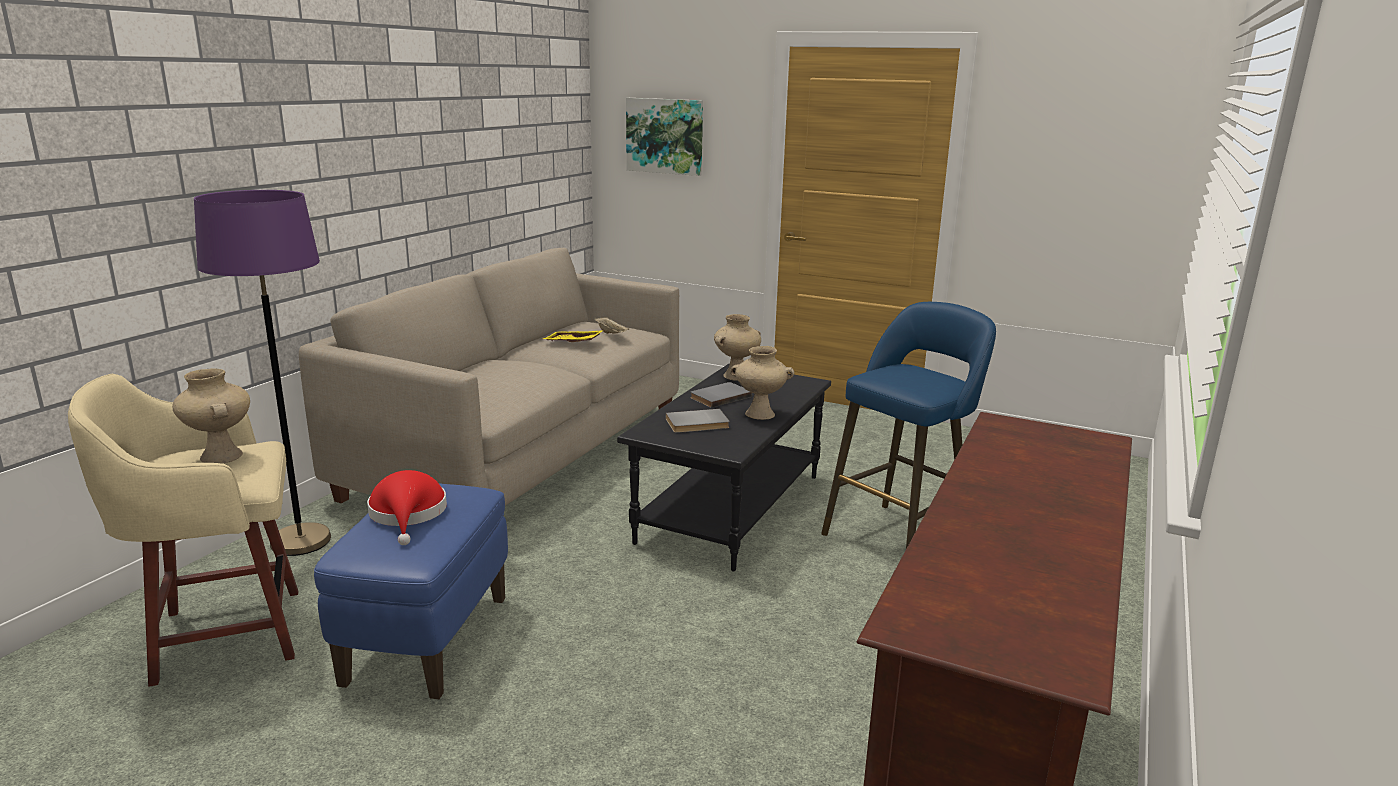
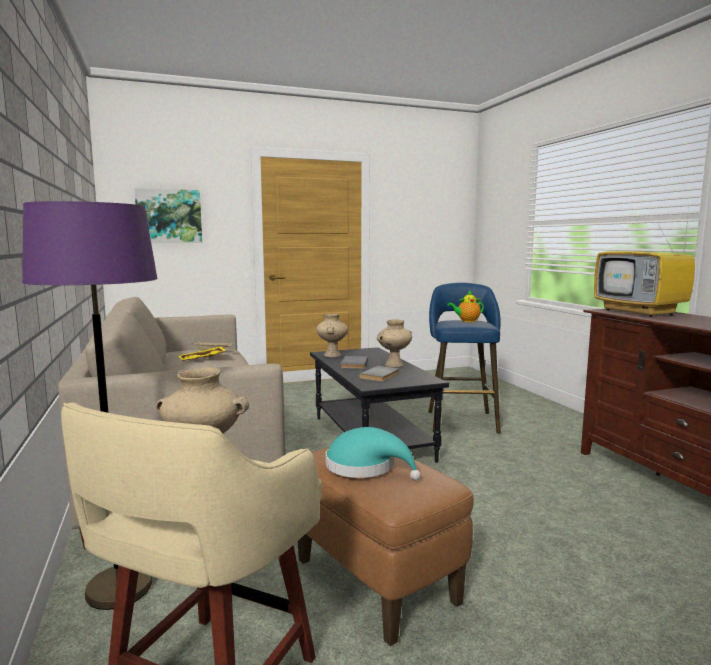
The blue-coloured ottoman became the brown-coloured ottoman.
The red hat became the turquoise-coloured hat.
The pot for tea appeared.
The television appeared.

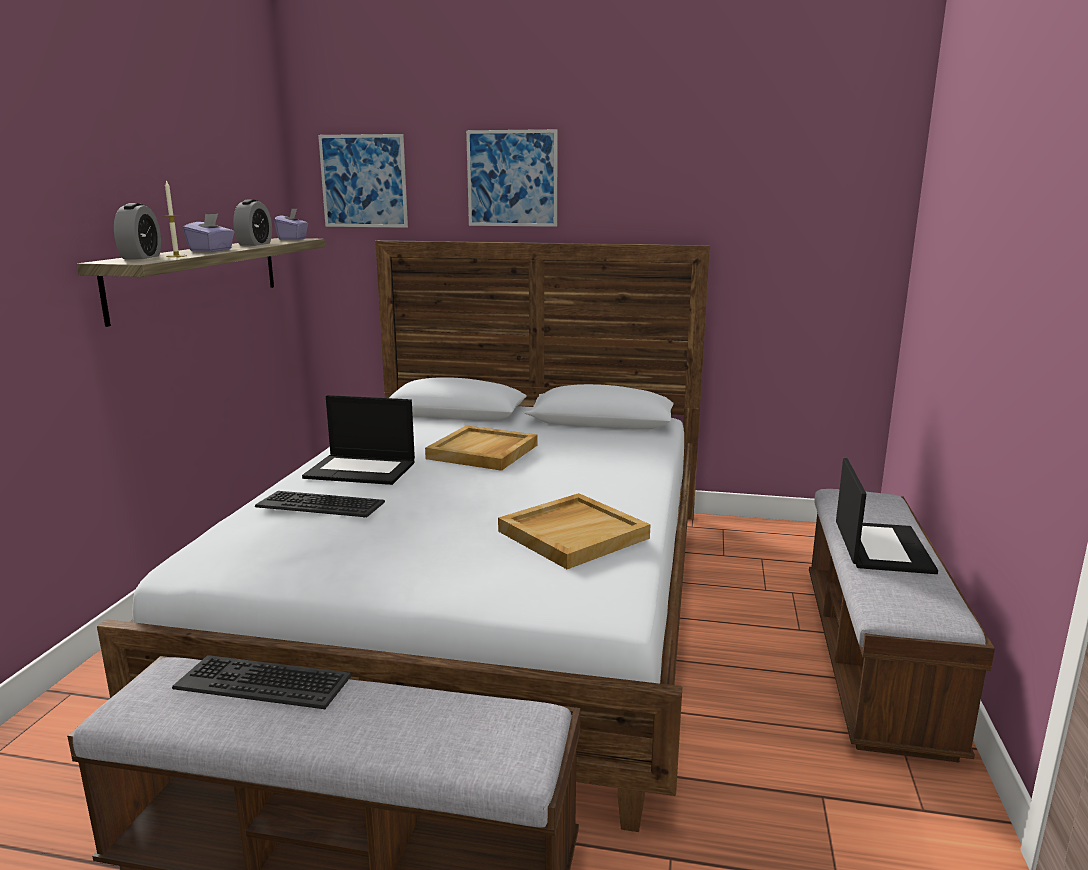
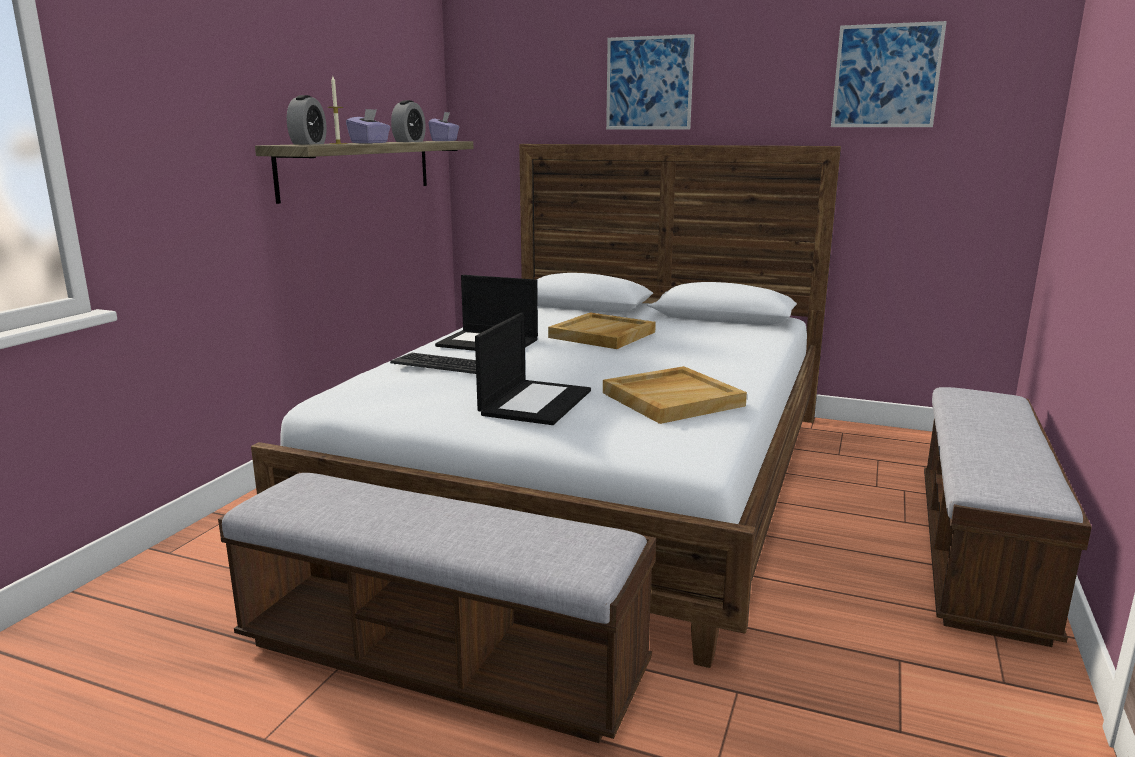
The notebook computer (2nd from left) moved.
The wall art (1st from left in the first image) moved.
The PC keyboard (1st from left) disappeared.

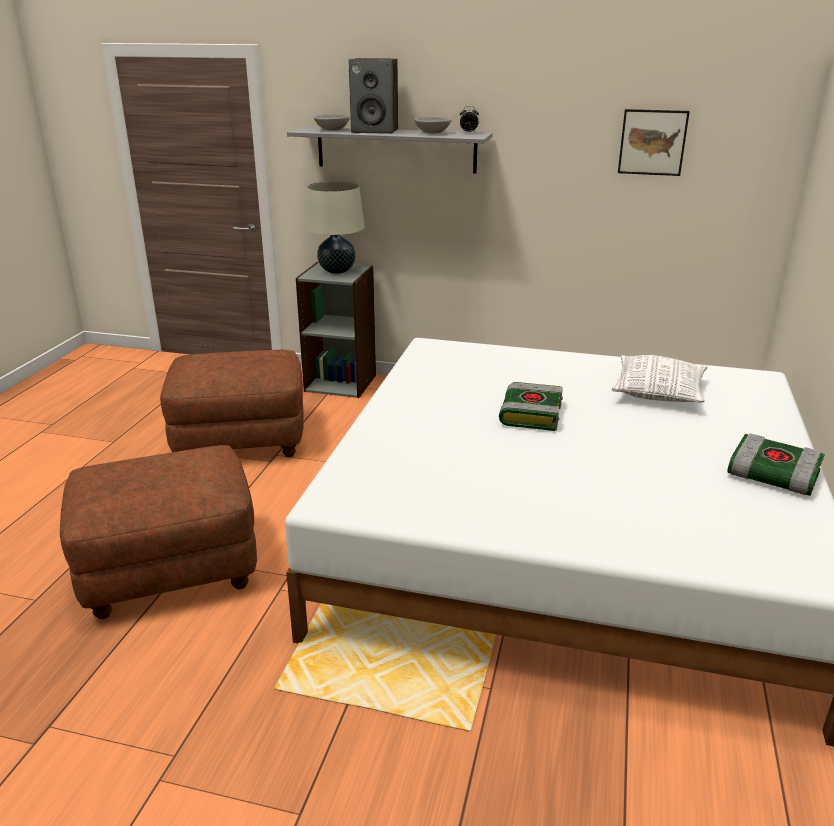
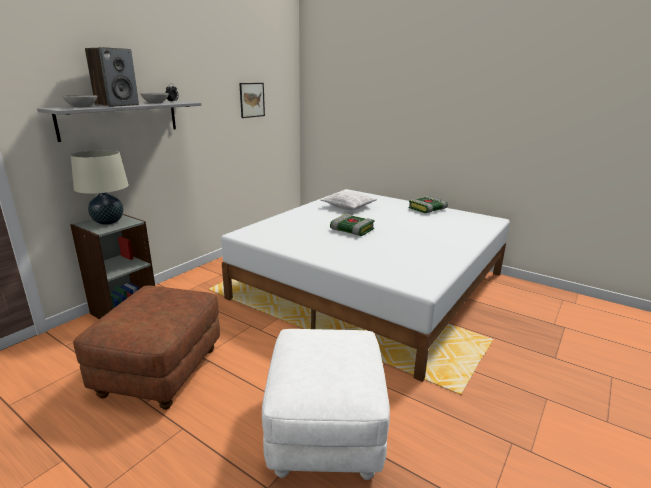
The brown-coloured ottoman (1st from left) became the white-coloured ottoman.

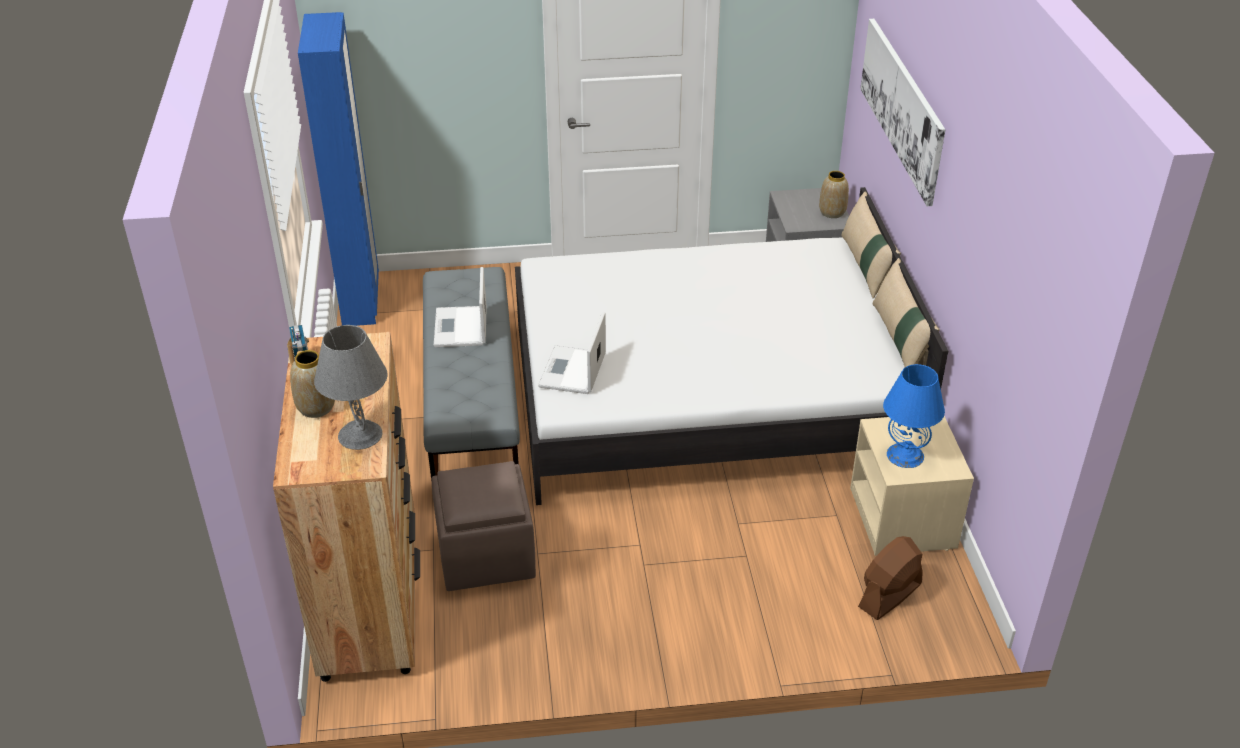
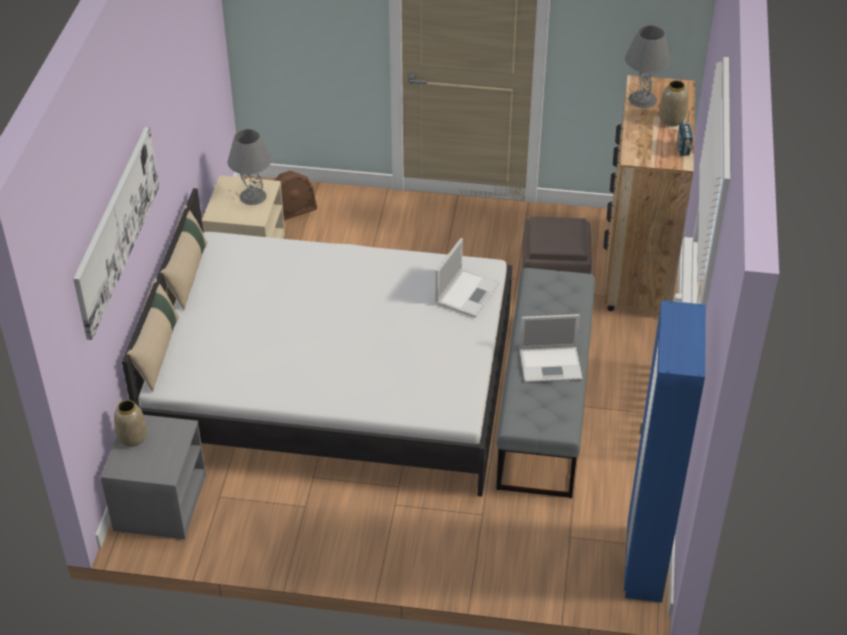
The blue-coloured tabletop lamp became the greyish tabletop lamp (1st from left).
The notebook computer (1st from left in the first image) turned 75 degrees clockwise.

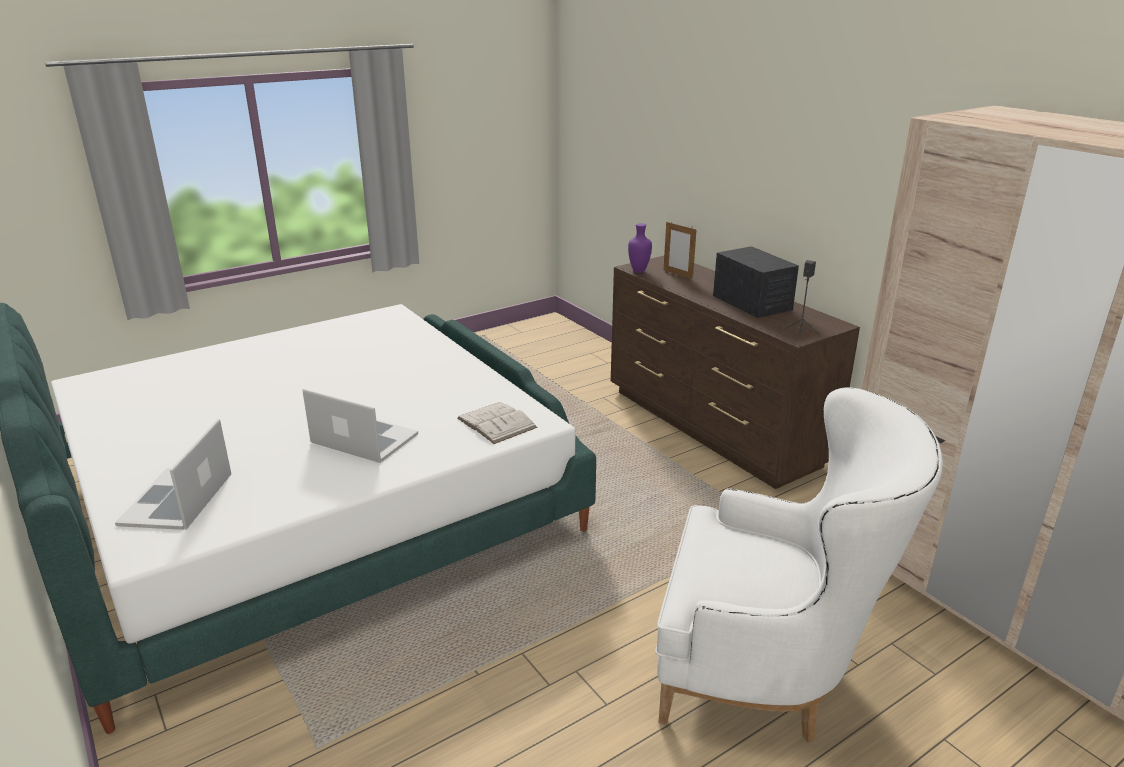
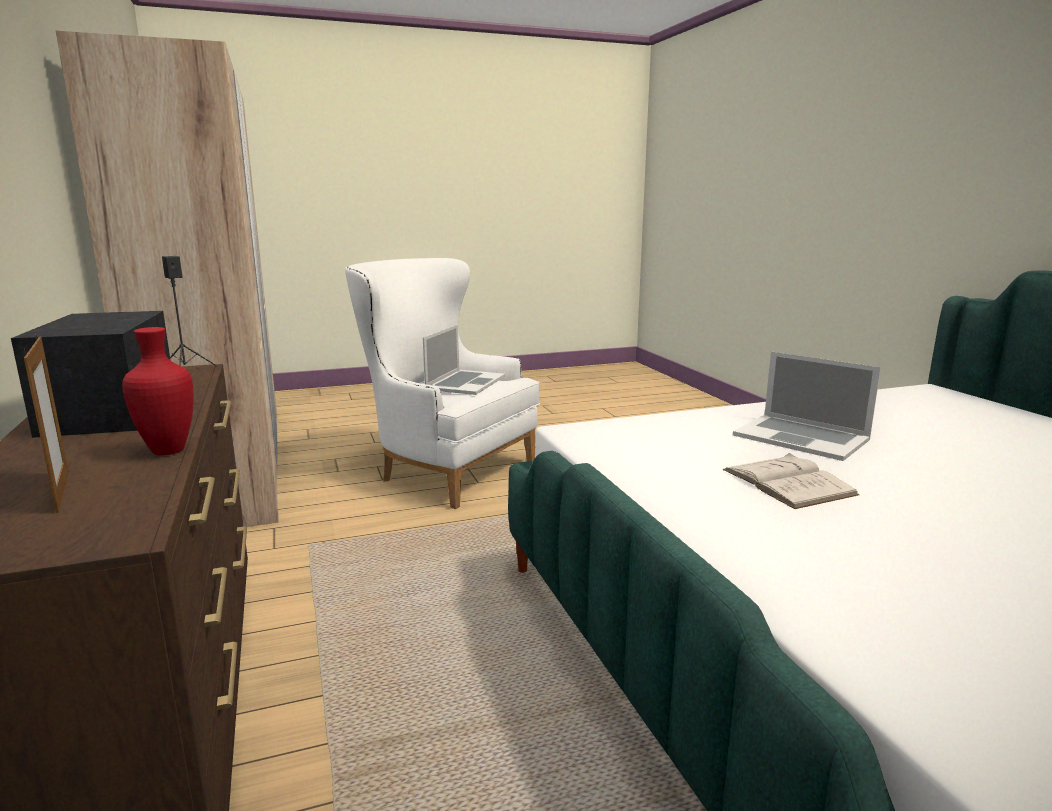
The red flower vase appeared.
The notebook computer (1st from left) moved.
The white-coloured book moved.
The purple-coloured flower vase disappeared.

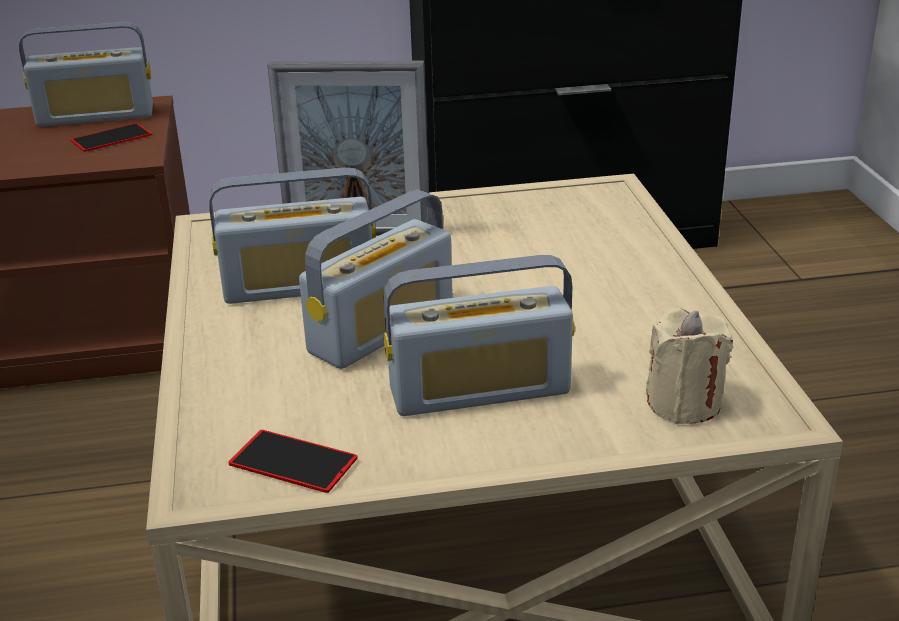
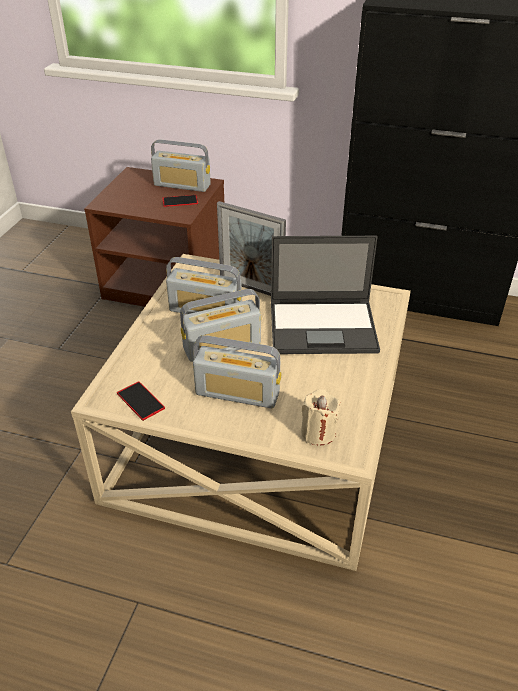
The notebook computer appeared.

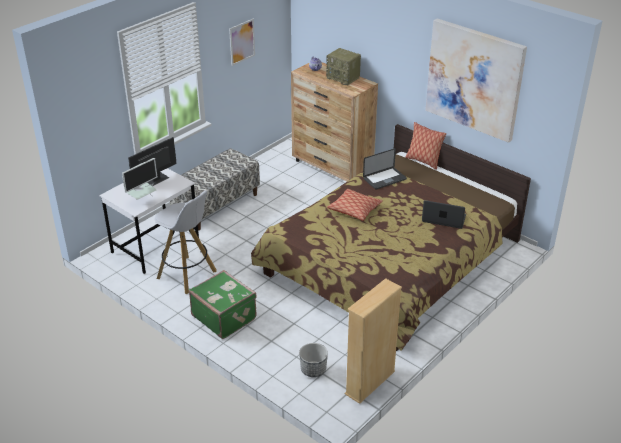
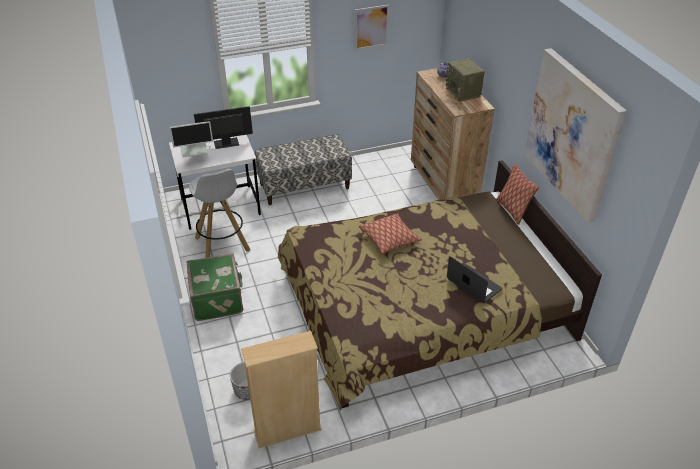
The notebook computer (1st from left) disappeared.

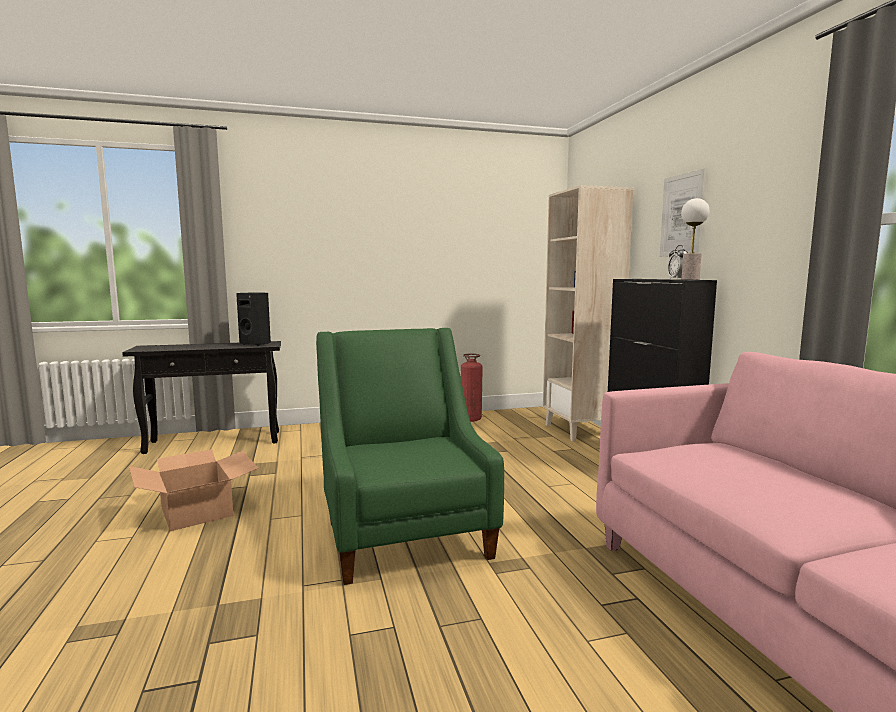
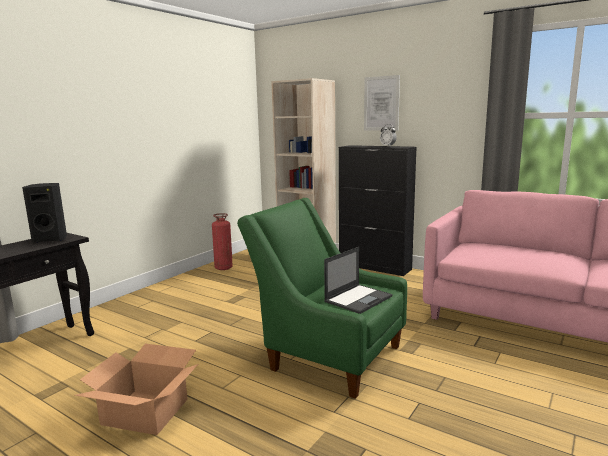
The notebook computer appeared.
The tabletop lamp disappeared.

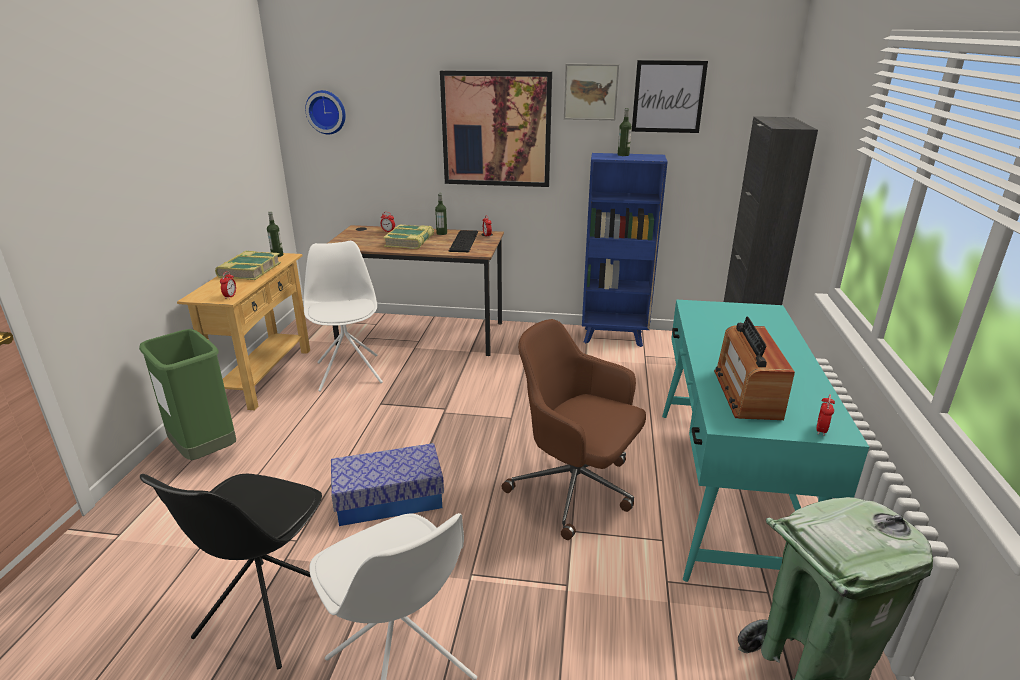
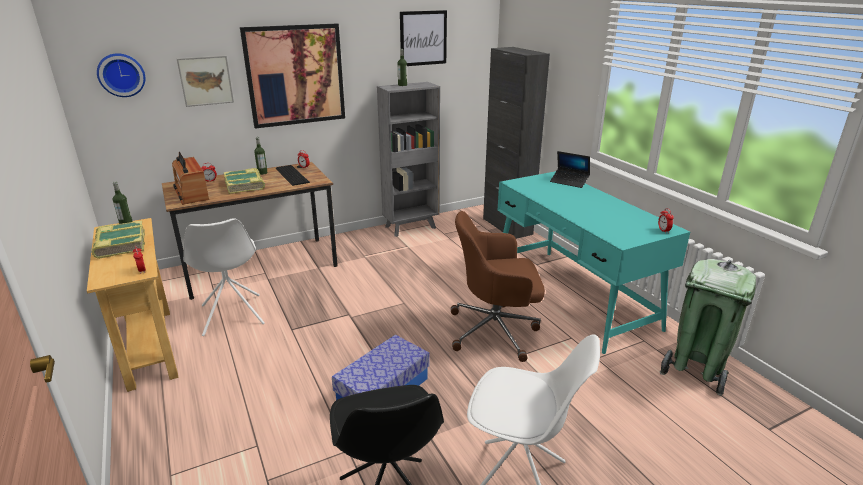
The radio receiver moved.
The wall art (2nd from left in the first image) moved.
The white-coloured chair (1st from left) turned 150 degrees counterclockwise.
The blue-coloured bookshelf became the greyish bookshelf.
The notebook computer appeared.
The green-coloured waste bin (1st from left) disappeared.

